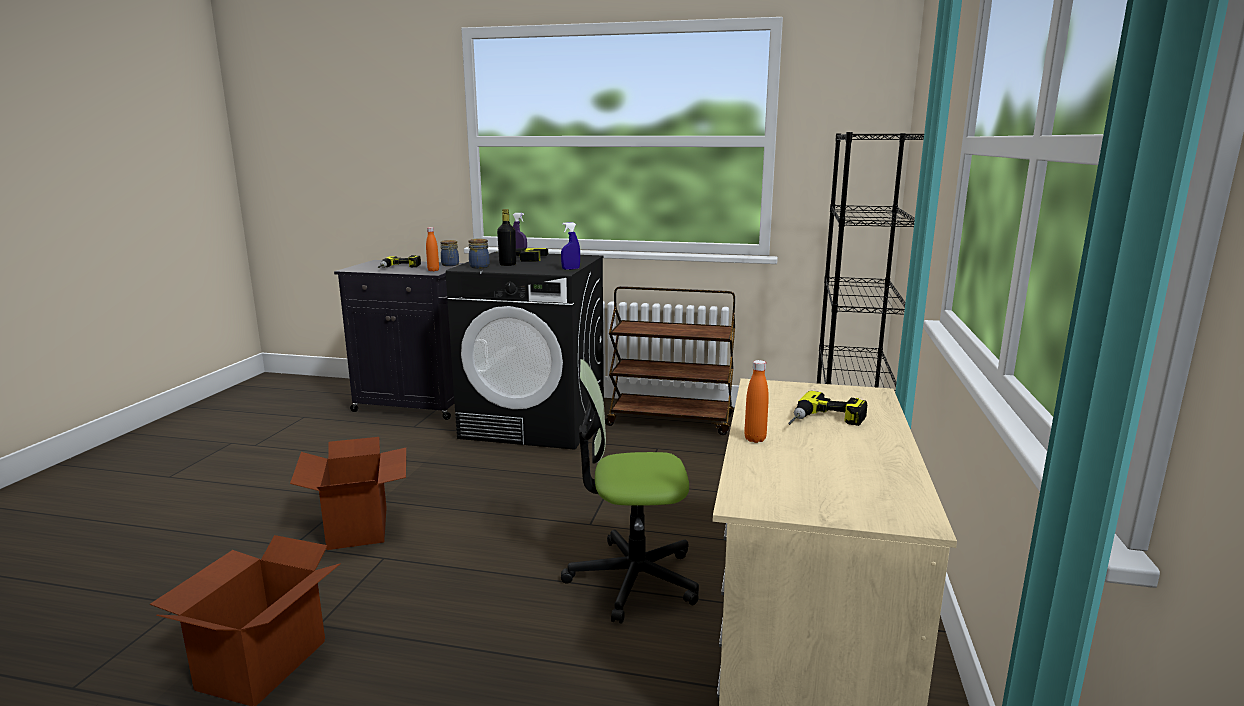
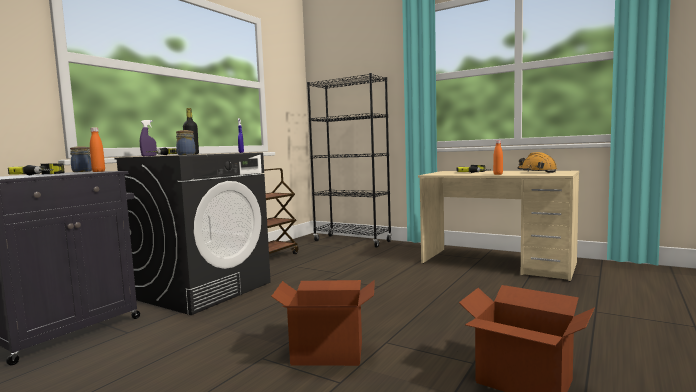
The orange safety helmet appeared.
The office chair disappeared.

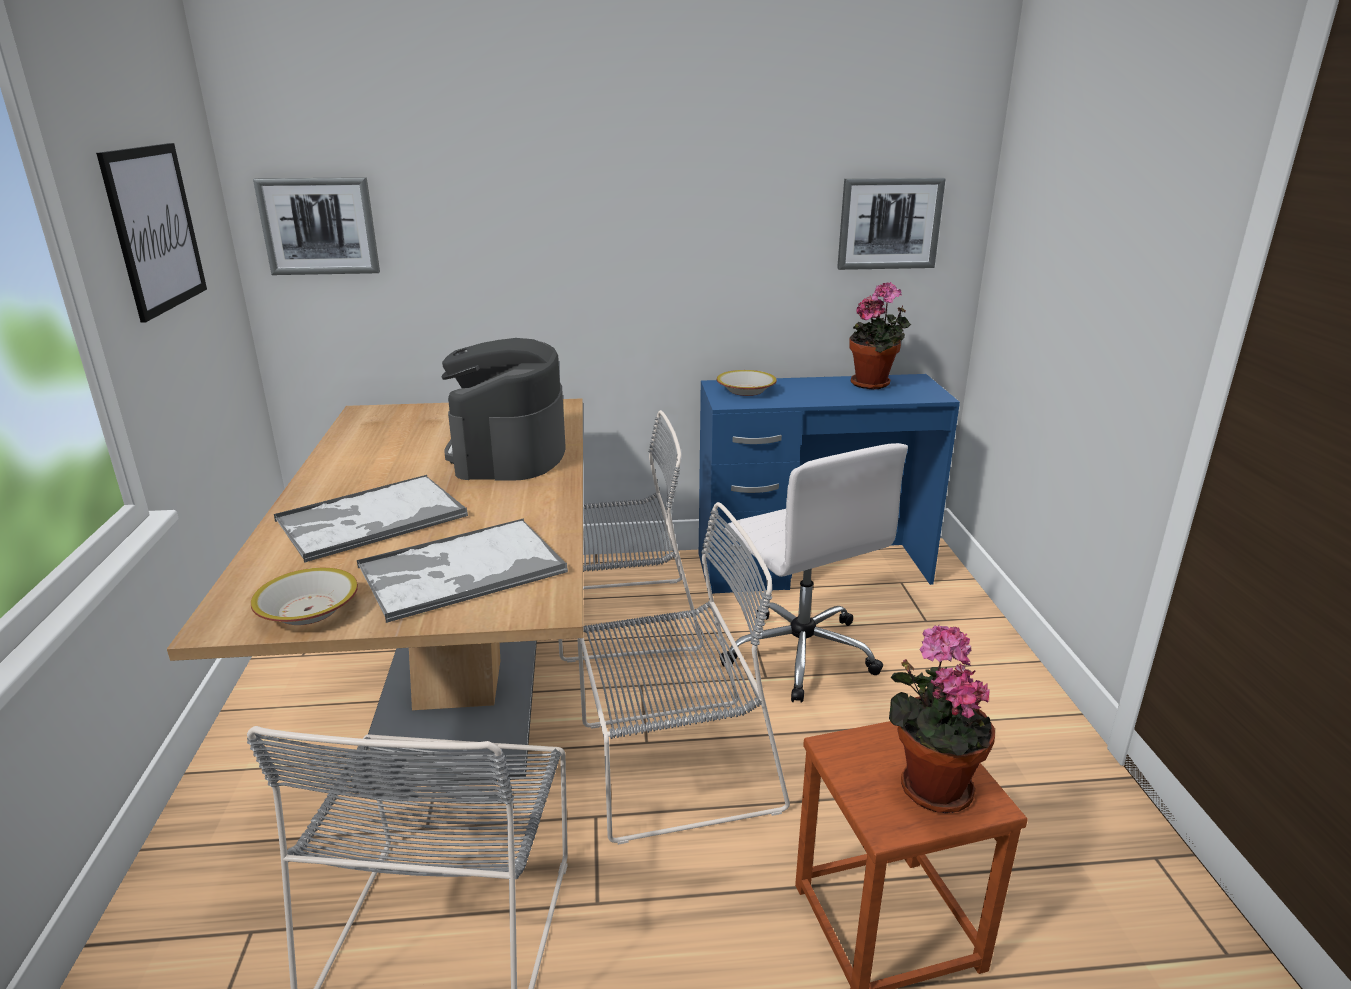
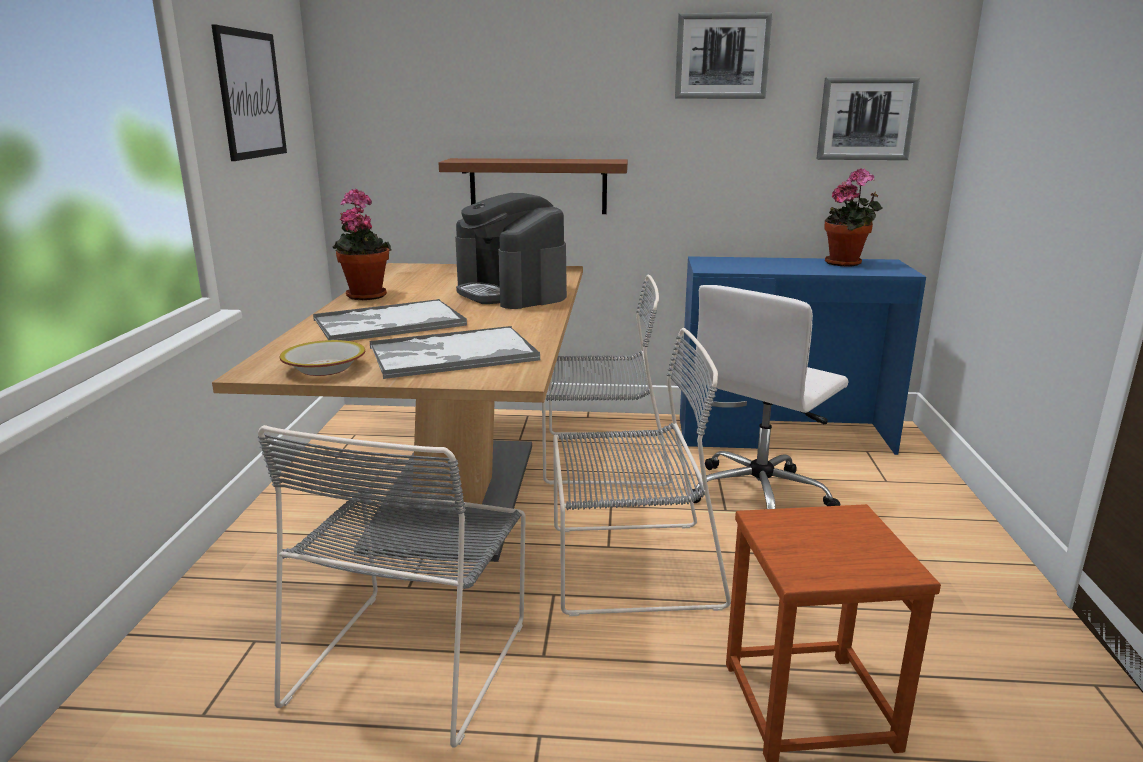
The potted plant (2nd from left in the first image) moved.
The brown-coloured bracket shelf appeared.
The coffee maker turned 45 degrees counterclockwise.
The wall art (2nd from left) moved.
The white-coloured office chair turned 60 degrees clockwise.
The bowl (2nd from left) disappeared.

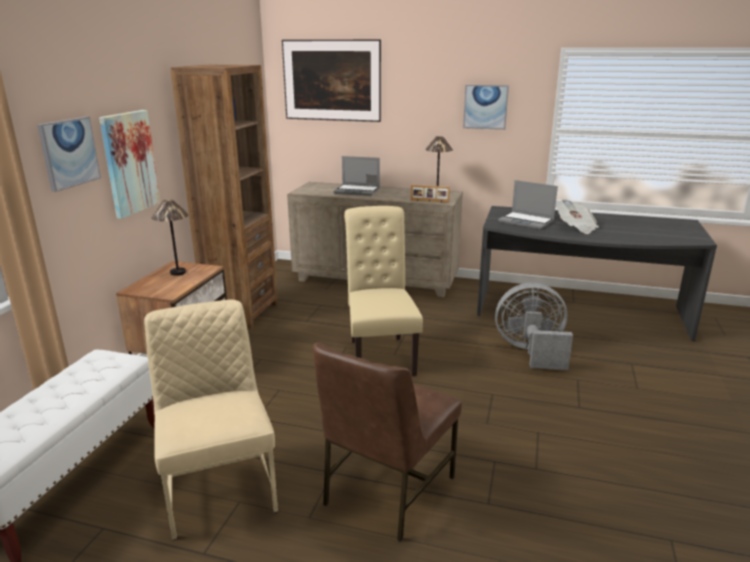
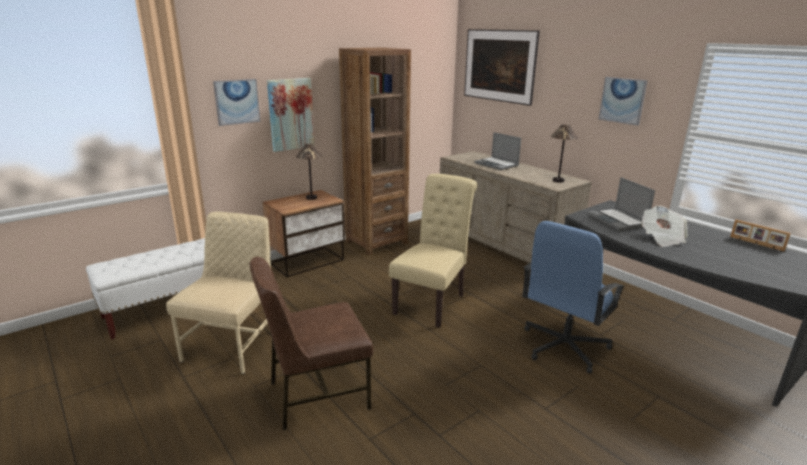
The greyish fan was replaced by the blue-coloured office chair.
The standing frame moved.

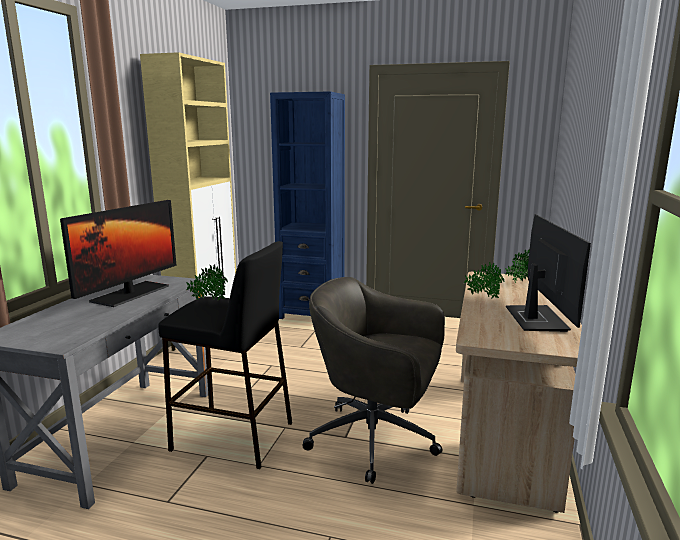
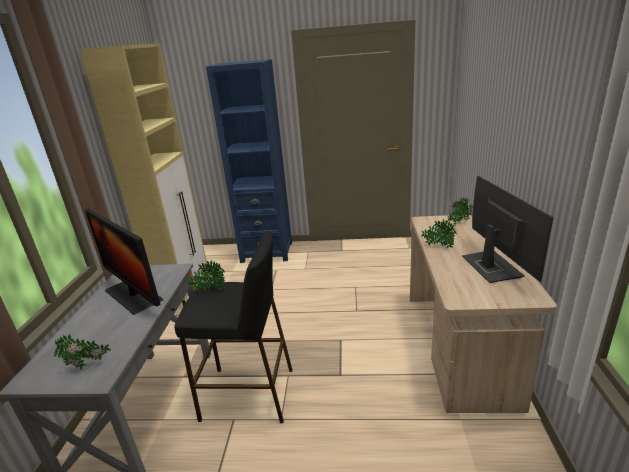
The potted plant (1st from left) appeared.
The computer display (1st from left) turned 120 degrees clockwise.
The greyish office chair disappeared.

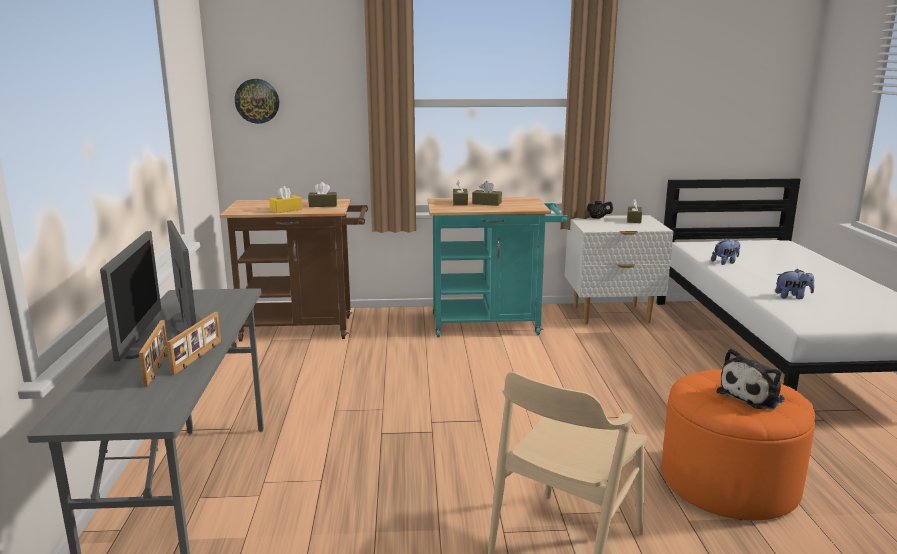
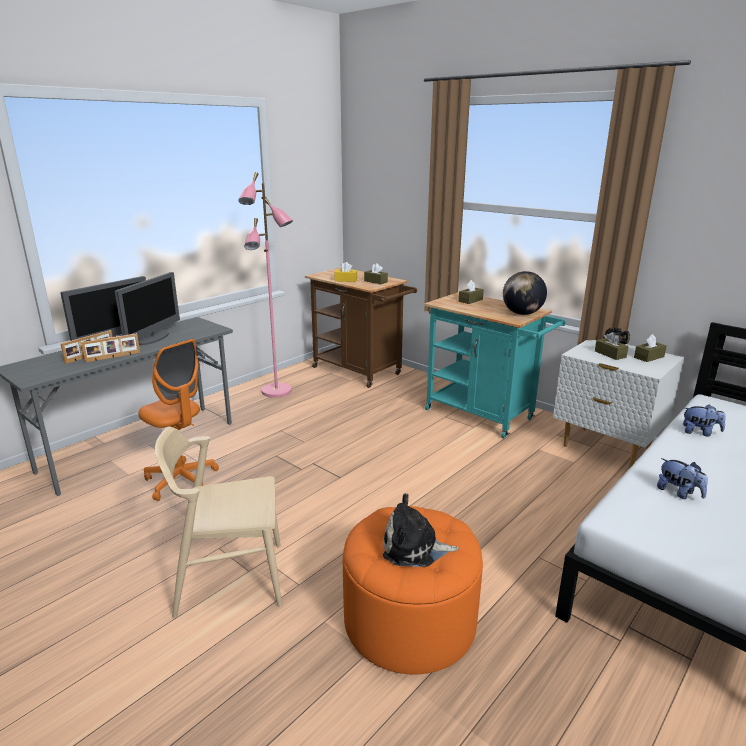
The orange office chair appeared.
The pink standard lamp appeared.
The world globe appeared.
The brown-coloured box of tissues (3rd from left) moved.
The wall clock disappeared.

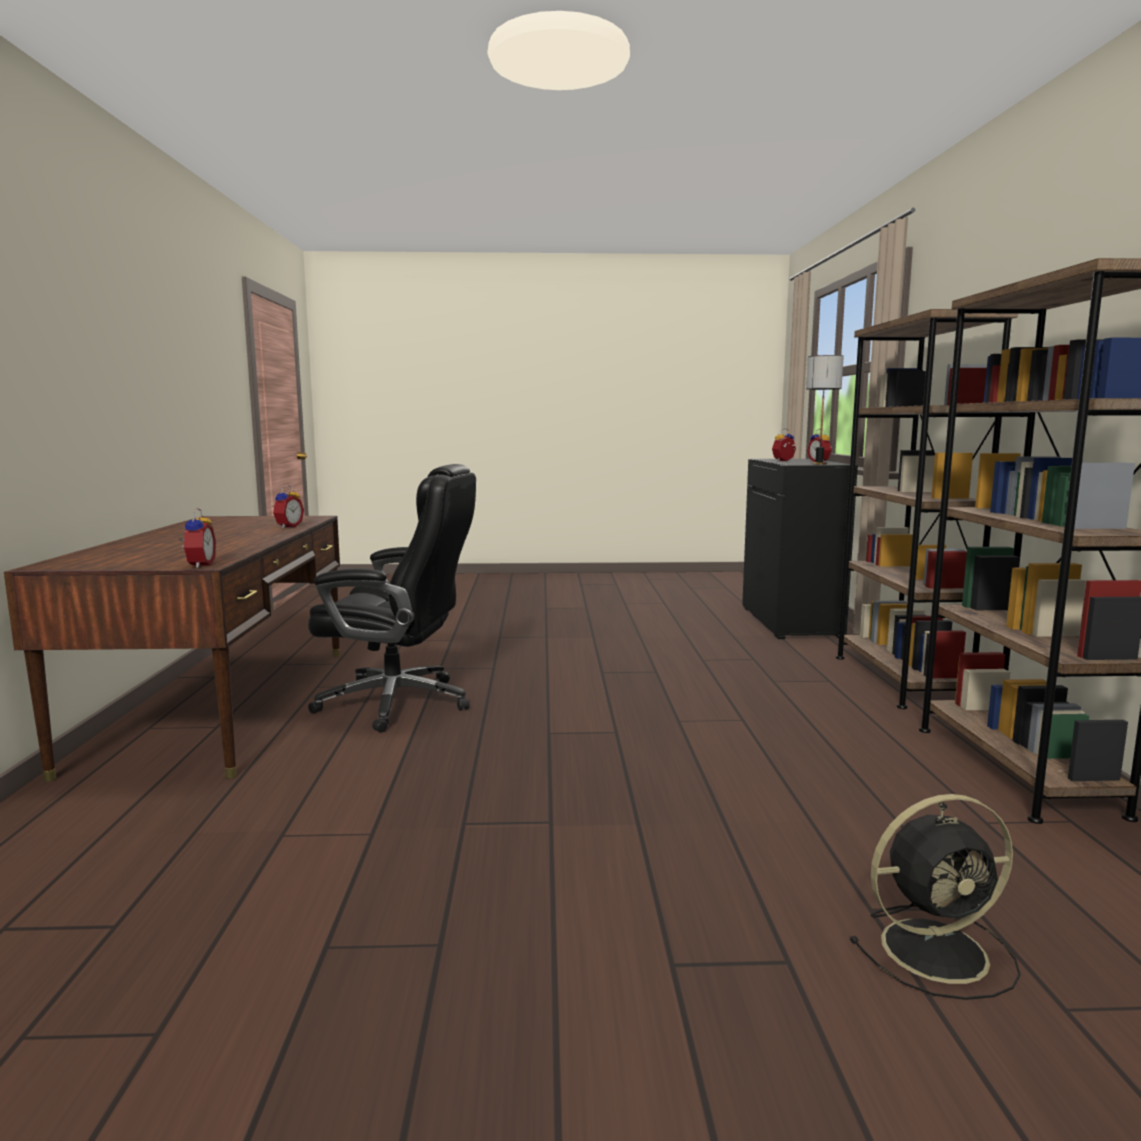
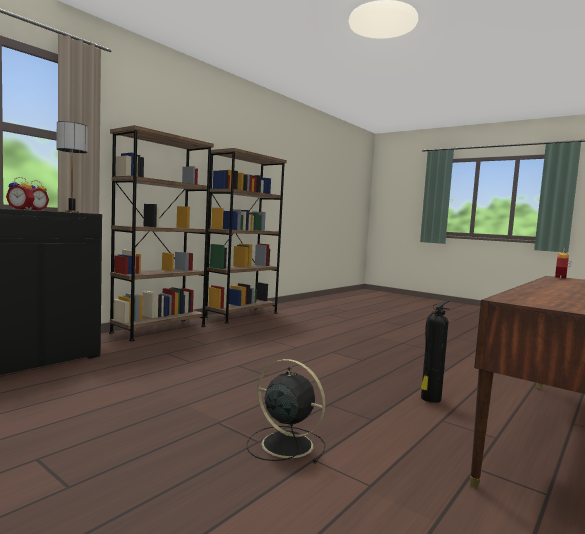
The blackish fan moved.
The blackish office chair was replaced by the extinguisher.
The alarm clock (2nd from left) disappeared.

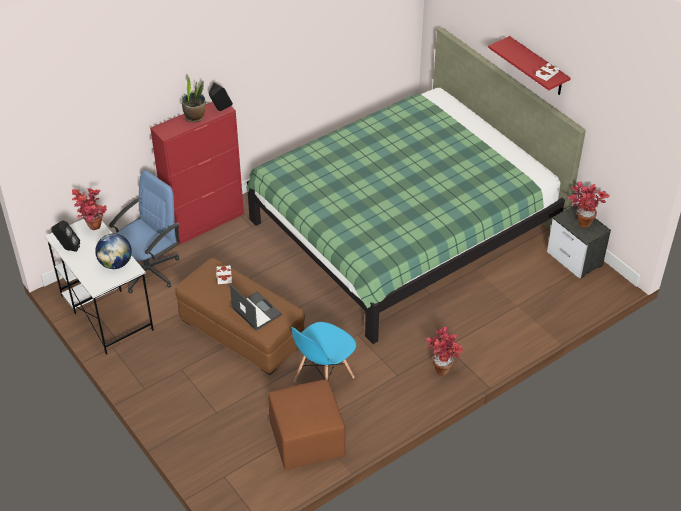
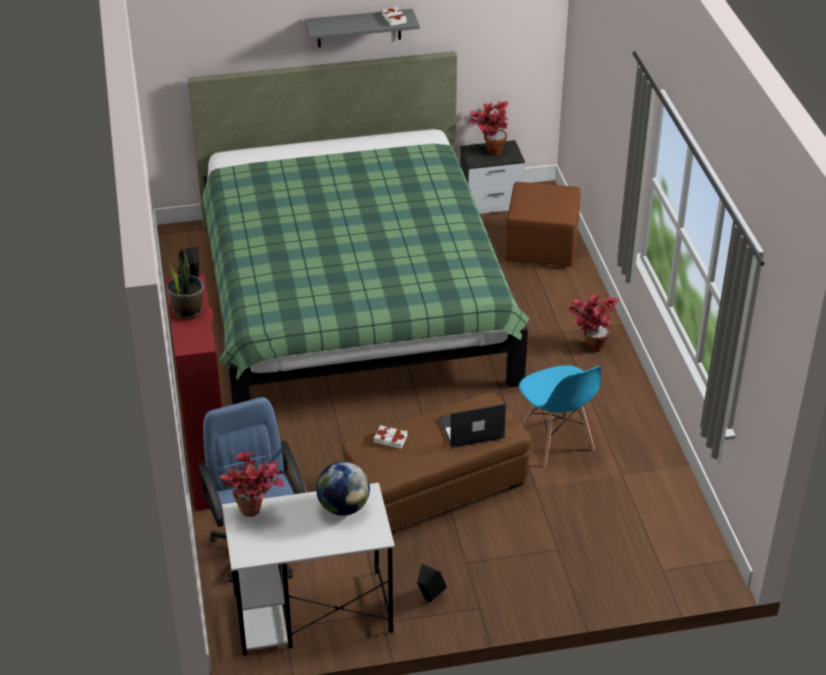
The red bracket shelf became the greyish bracket shelf.
The blackish speaker (1st from left in the first image) moved.
The brown-coloured ottoman (2nd from left) moved.

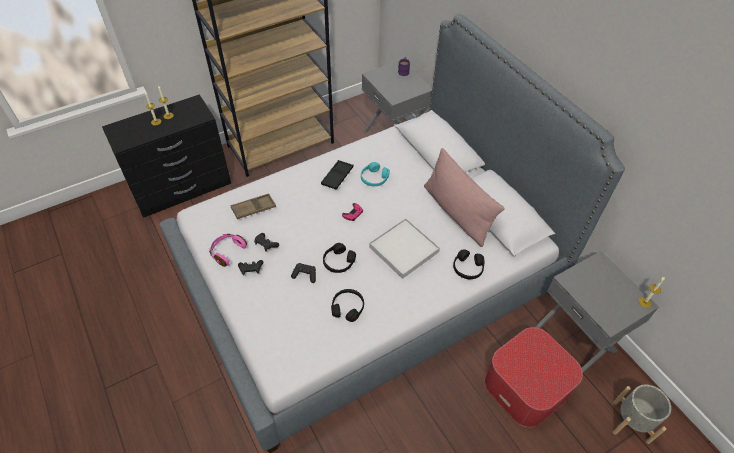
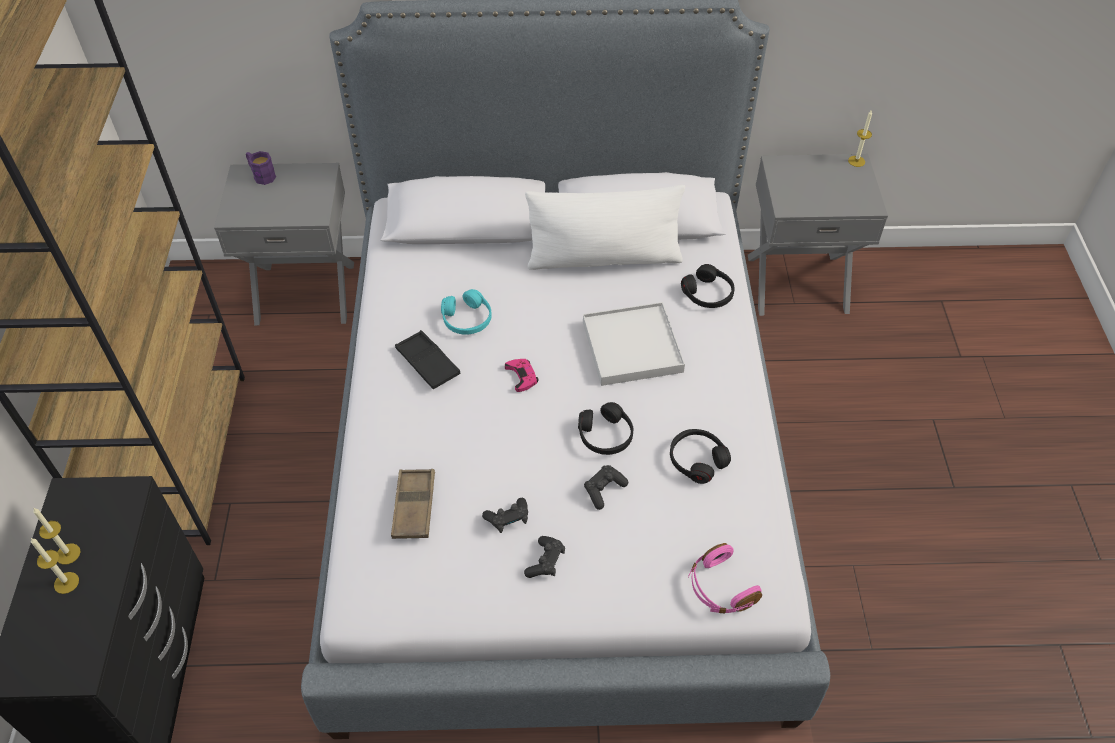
The pink cushion became the white-coloured cushion.
The pink headset moved.
The ottoman disappeared.
The greyish flower pot disappeared.

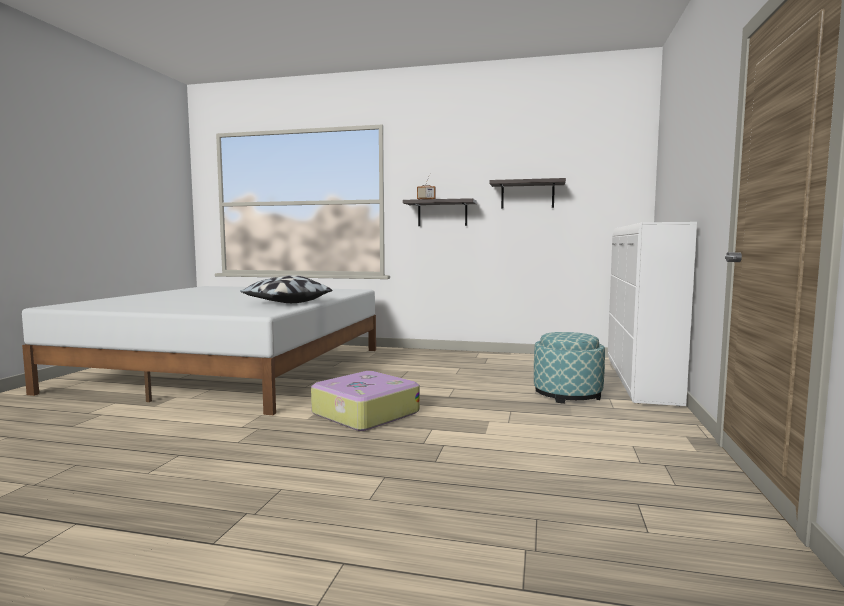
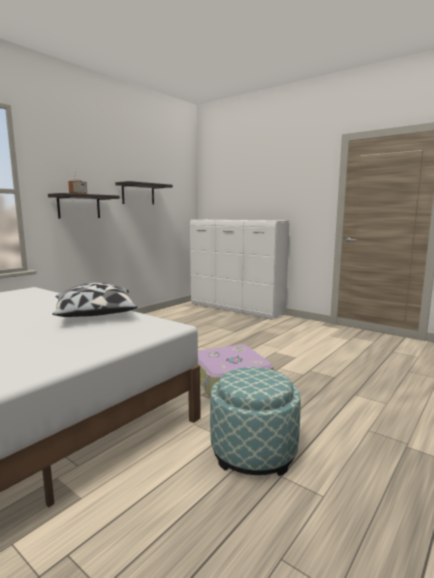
The ottoman moved.

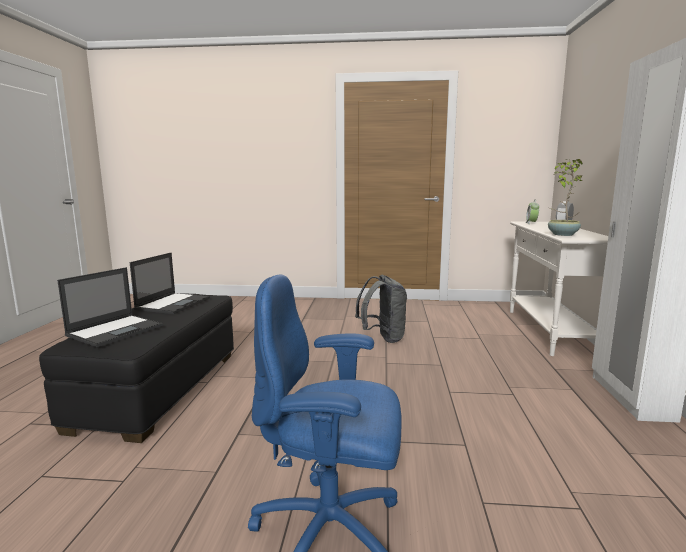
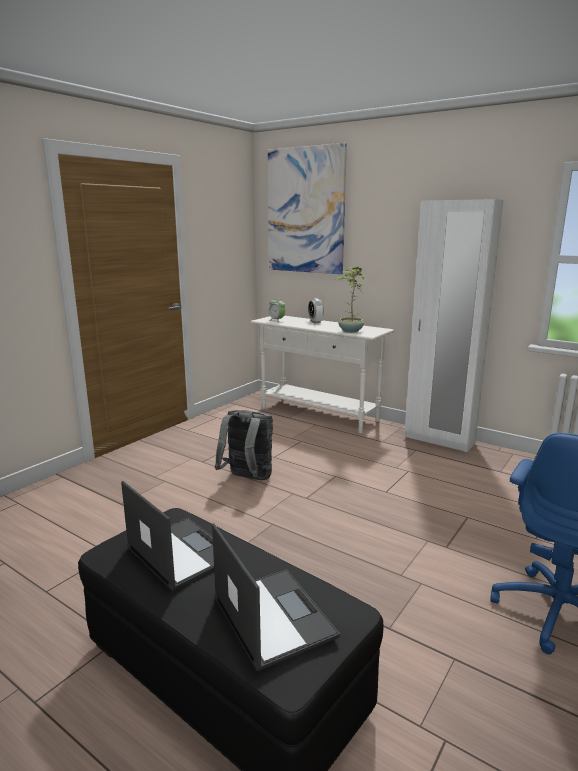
The wall art appeared.

